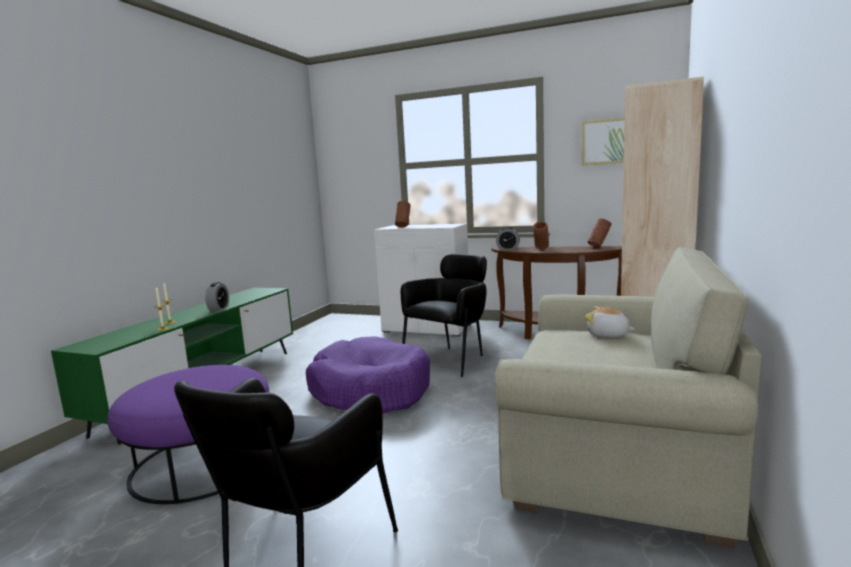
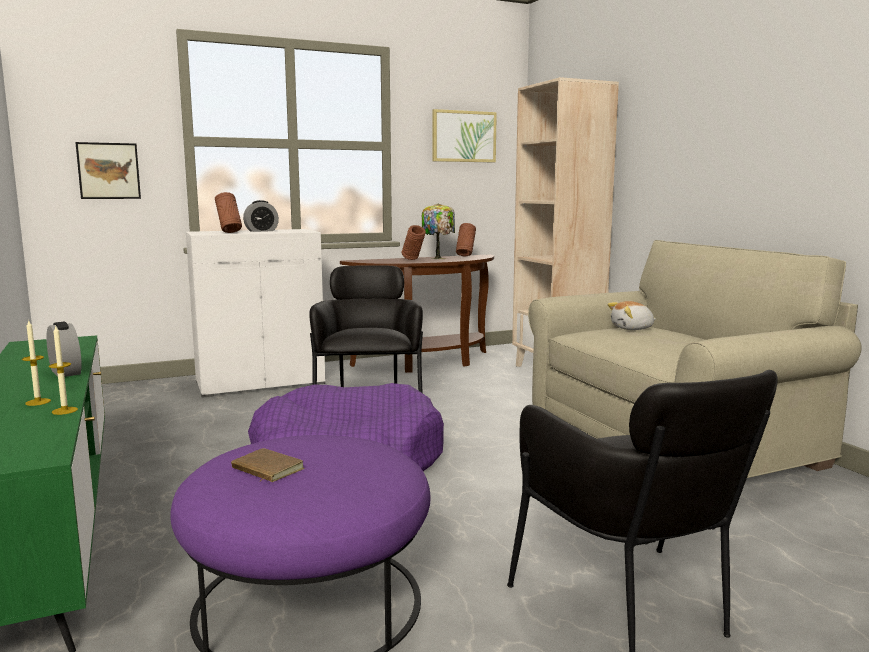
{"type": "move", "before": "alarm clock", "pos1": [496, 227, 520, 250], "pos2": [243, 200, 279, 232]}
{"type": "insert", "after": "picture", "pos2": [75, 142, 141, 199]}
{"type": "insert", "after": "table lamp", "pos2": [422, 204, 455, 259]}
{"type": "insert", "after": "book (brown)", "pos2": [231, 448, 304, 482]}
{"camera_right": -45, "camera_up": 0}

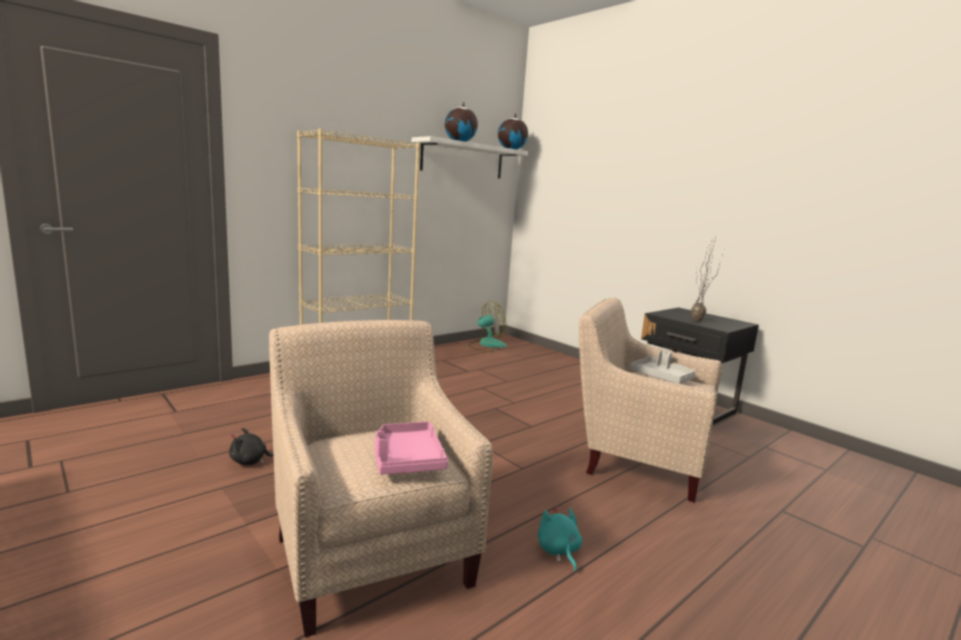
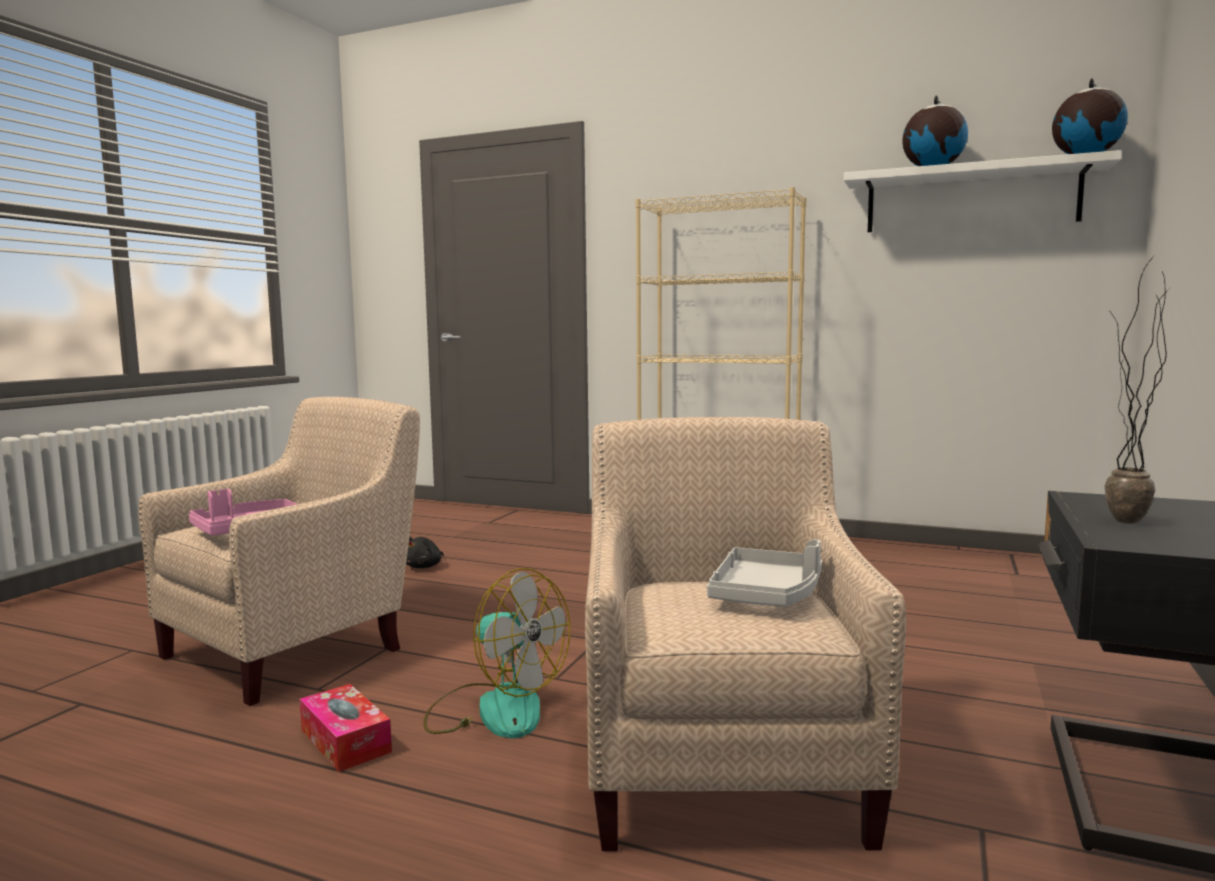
{"type": "move", "before": "fan", "pos1": [467, 301, 506, 352], "pos2": [423, 568, 570, 738]}
{"type": "rotate", "before": "plush toy (black)", "pos1": [229, 428, 274, 465], "pos2": [406, 537, 444, 568], "turn": -120}
{"type": "replace", "before": "plush toy (turquoise)", "after": "tissue box", "pos1": [538, 506, 582, 572], "pos2": [300, 684, 392, 772]}
{"camera_right": 65, "camera_up": -5}

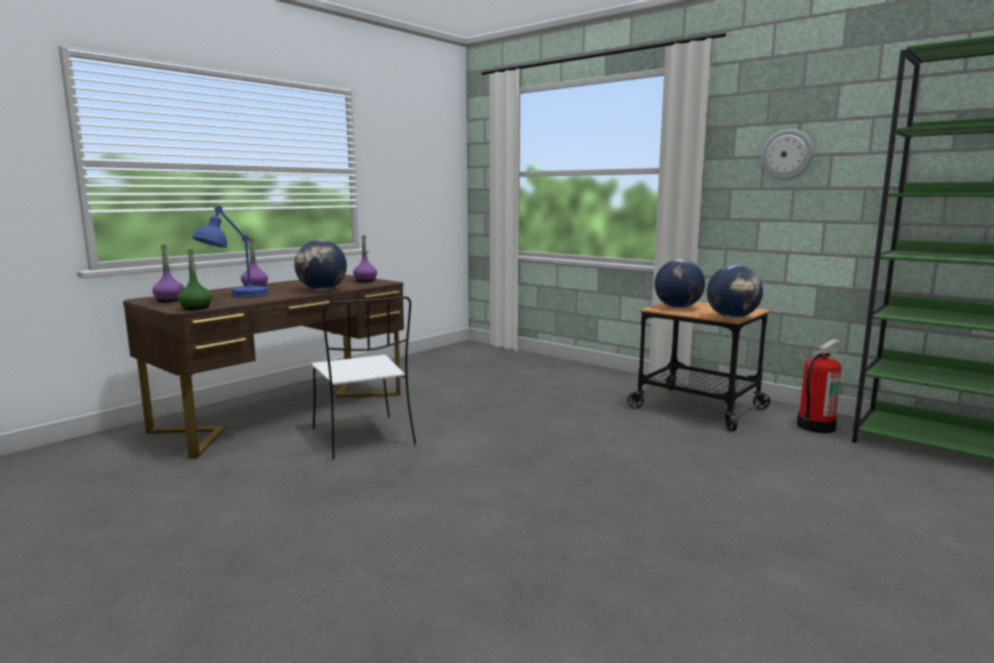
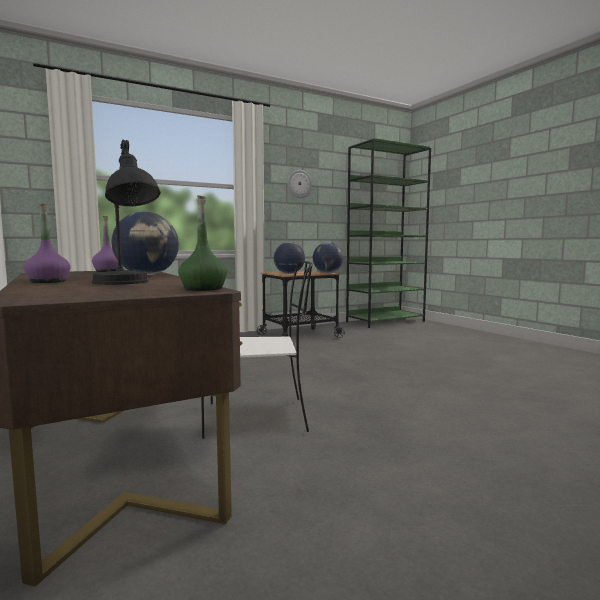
{"type": "recolor", "before": "table lamp (blue)", "after": "table lamp (black)", "pos1": [192, 206, 269, 298], "pos2": [92, 140, 160, 285]}
{"type": "delete", "before": "bottle (purple)", "pos1": [152, 245, 184, 302]}
{"type": "delete", "before": "fire extinguisher", "pos1": [797, 339, 841, 433]}
{"camera_right": -70, "camera_up": -5}

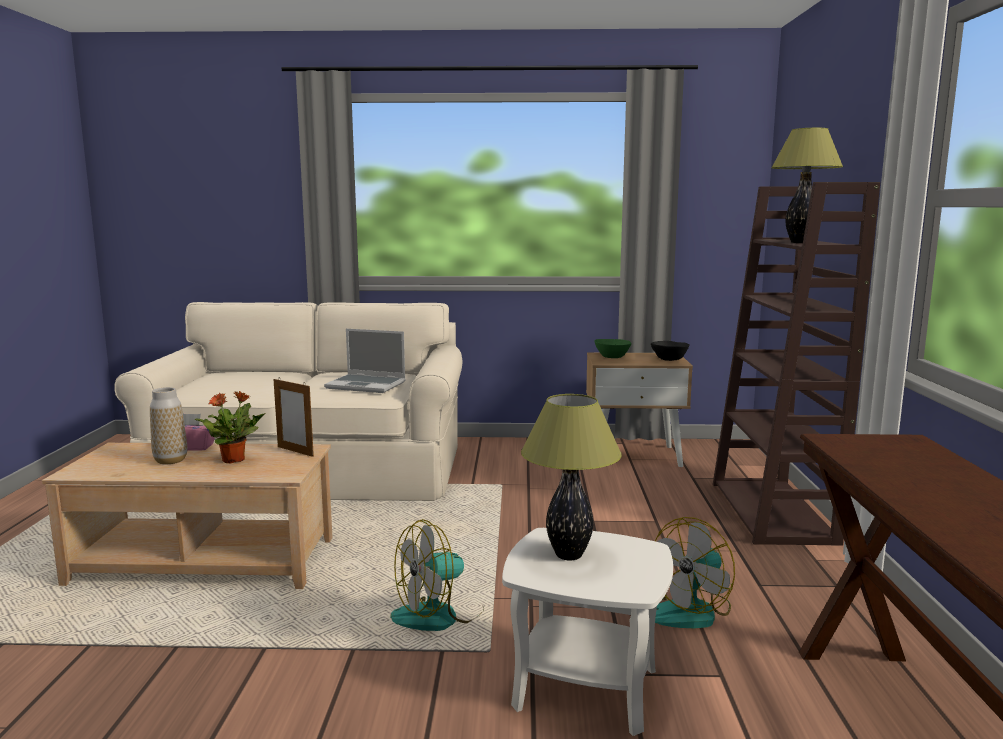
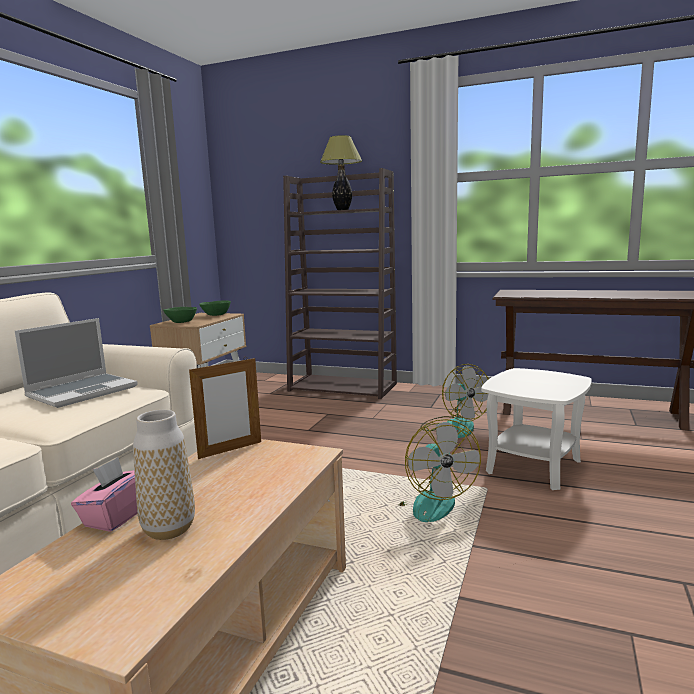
{"type": "recolor", "before": "bowl (black)", "after": "bowl (green)", "pos1": [651, 341, 690, 361], "pos2": [199, 300, 231, 316]}
{"type": "delete", "before": "potted plant", "pos1": [195, 391, 265, 464]}
{"type": "delete", "before": "table lamp", "pos1": [521, 394, 622, 560]}
{"camera_right": -70, "camera_up": 0}

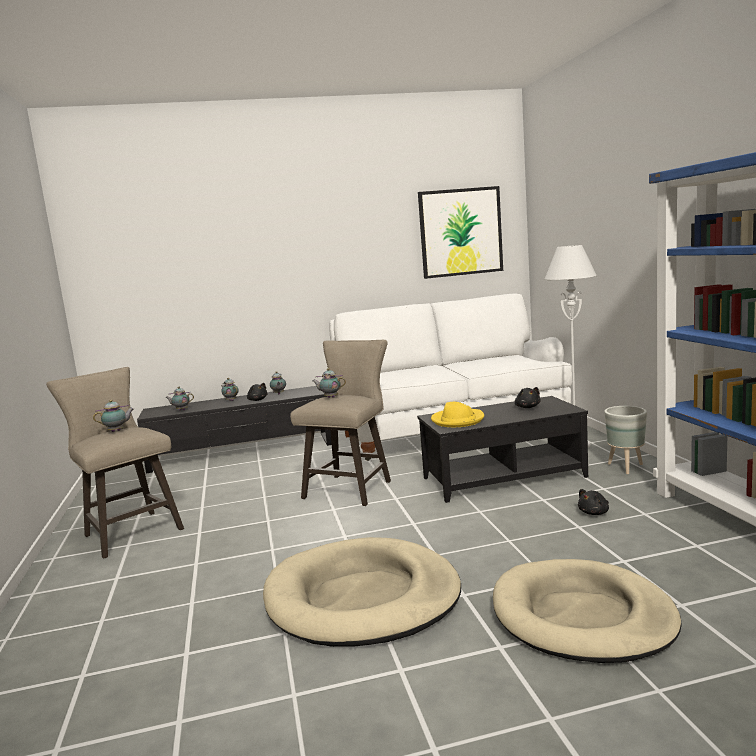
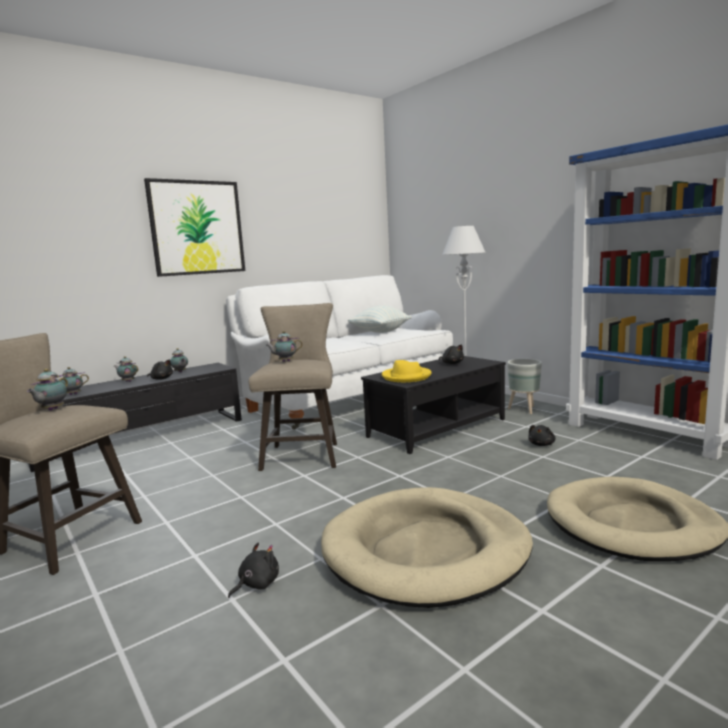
{"type": "move", "before": "picture", "pos1": [418, 186, 503, 279], "pos2": [144, 178, 245, 277]}
{"type": "rotate", "before": "teapot", "pos1": [93, 400, 134, 432], "pos2": [27, 369, 68, 411], "turn": 150}
{"type": "insert", "after": "pillow", "pos2": [348, 305, 412, 333]}
{"type": "insert", "after": "plush toy (black)", "pos2": [228, 542, 279, 598]}
{"camera_right": -25, "camera_up": 0}

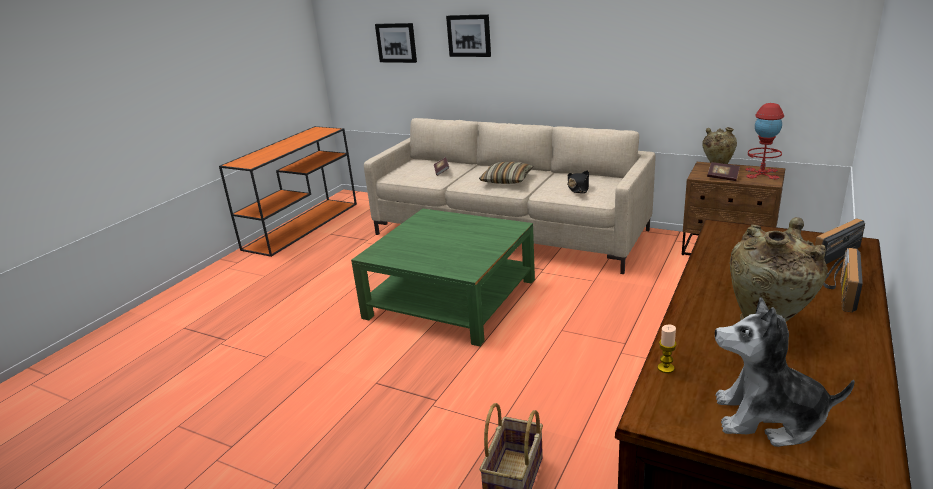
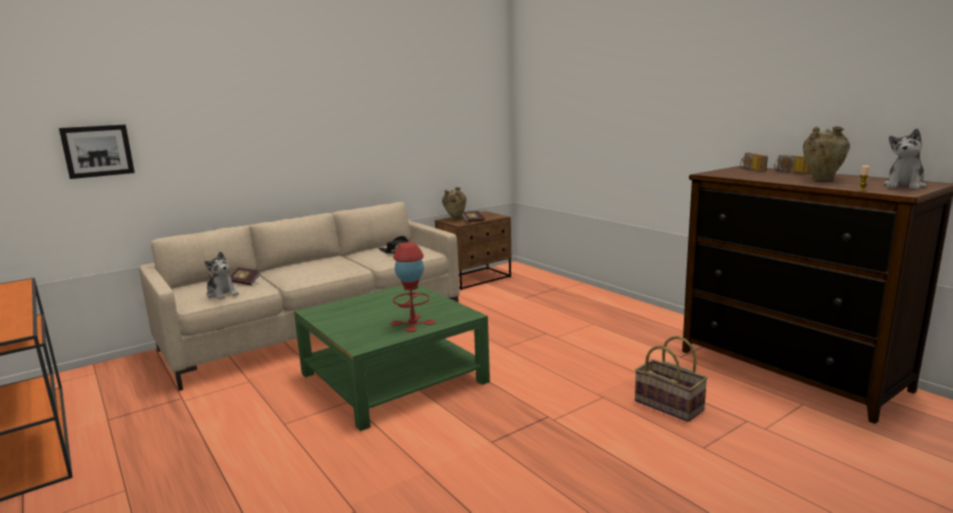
{"type": "delete", "before": "picture", "pos1": [446, 14, 491, 57]}
{"type": "move", "before": "table lamp (red)", "pos1": [745, 103, 784, 179], "pos2": [391, 242, 435, 332]}
{"type": "delete", "before": "pillow", "pos1": [479, 162, 533, 184]}
{"type": "insert", "after": "plush toy", "pos2": [204, 251, 239, 300]}
{"camera_right": -65, "camera_up": -10}

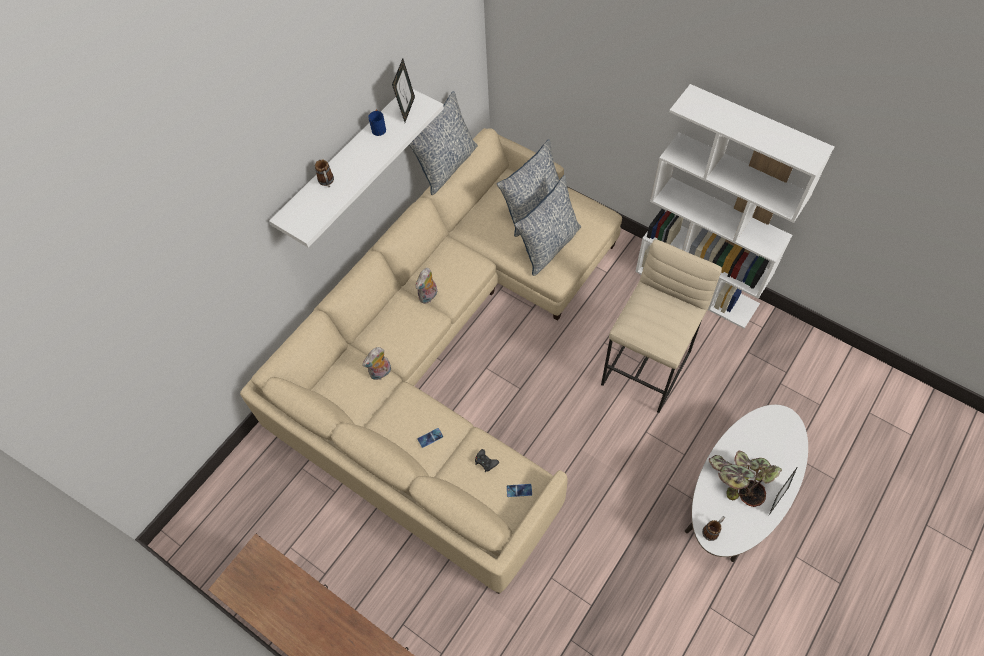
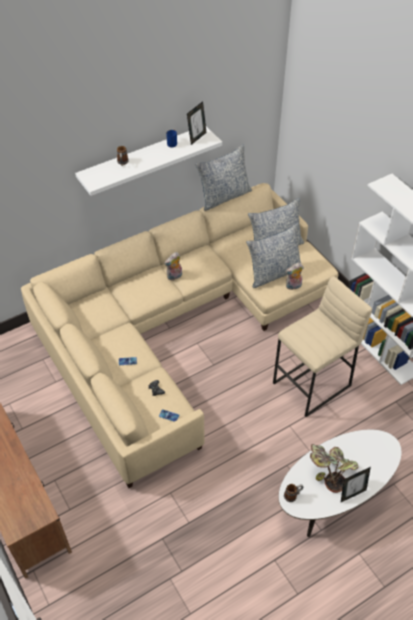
{"type": "move", "before": "plush toy", "pos1": [362, 347, 391, 380], "pos2": [285, 263, 303, 290]}
{"camera_right": 20, "camera_up": -10}

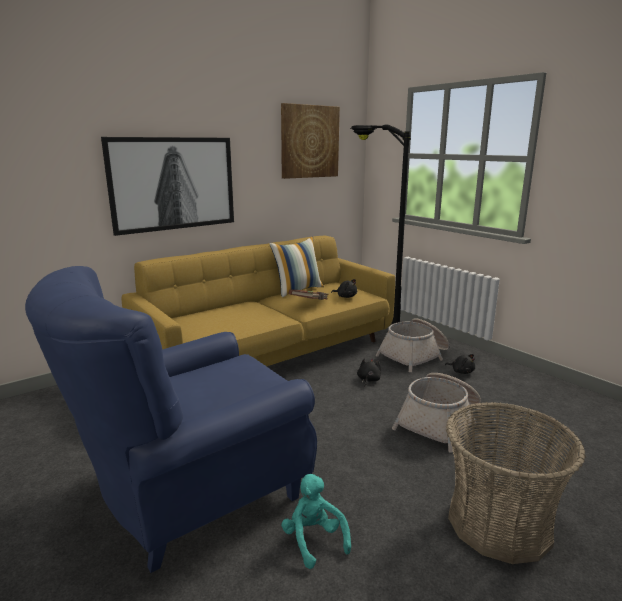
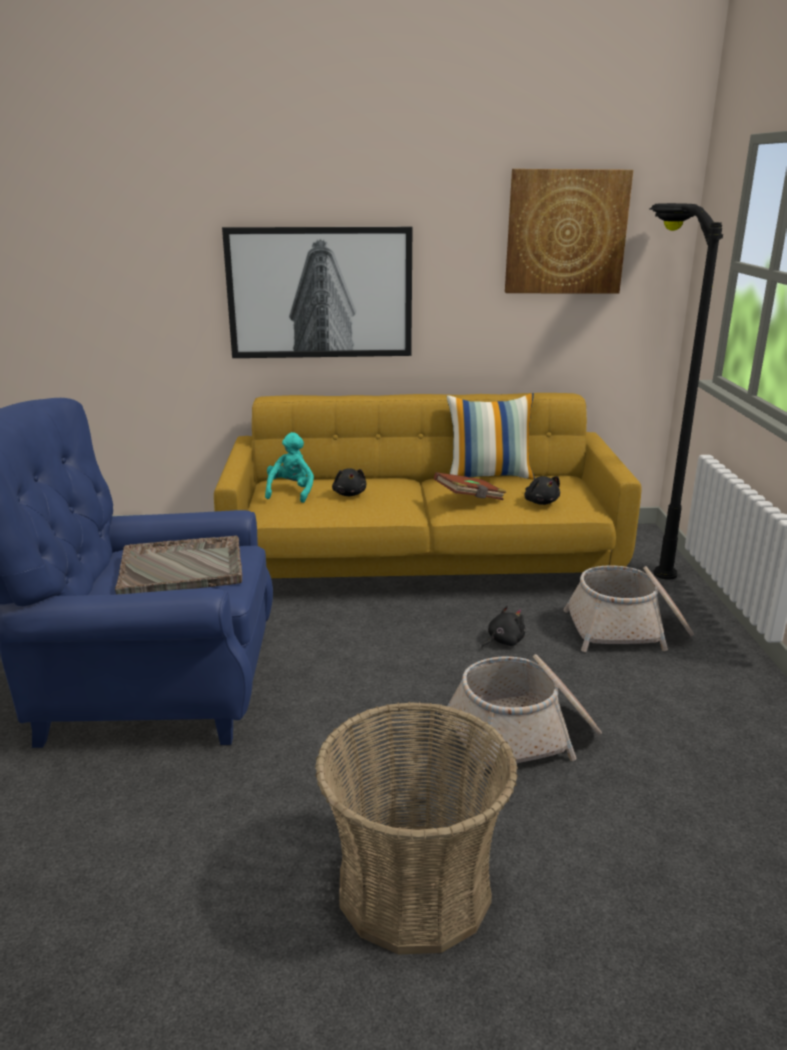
{"type": "move", "before": "plush toy (black)", "pos1": [445, 354, 475, 374], "pos2": [332, 468, 366, 496]}
{"type": "move", "before": "plush toy (turquoise)", "pos1": [281, 474, 351, 569], "pos2": [265, 432, 314, 503]}
{"type": "insert", "after": "tray (grey)", "pos2": [115, 535, 242, 594]}
{"camera_right": 35, "camera_up": 5}

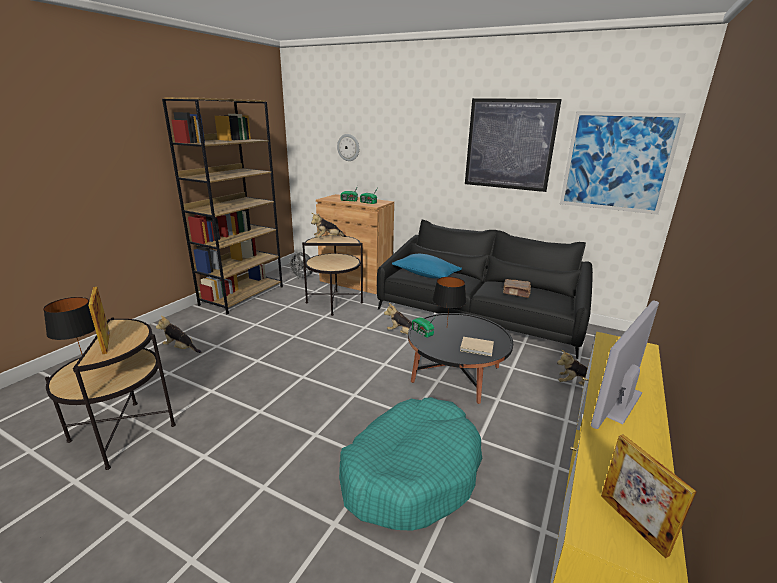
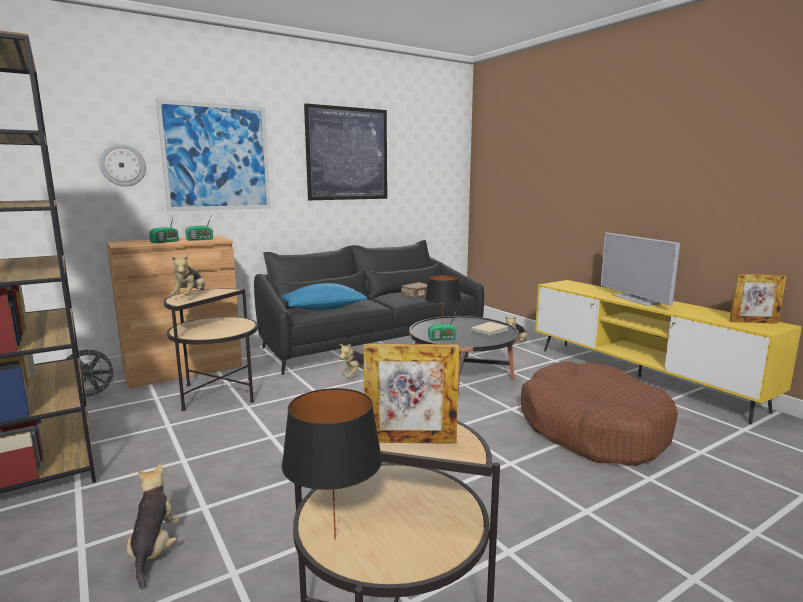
{"type": "move", "before": "picture", "pos1": [560, 111, 686, 215], "pos2": [156, 99, 271, 211]}
{"type": "rotate", "before": "plush toy", "pos1": [156, 316, 201, 353], "pos2": [127, 464, 179, 590], "turn": 120}
{"type": "recolor", "before": "dog bed (turquoise)", "after": "dog bed (brown)", "pos1": [339, 397, 482, 531], "pos2": [521, 361, 678, 466]}
{"camera_right": -60, "camera_up": -10}

